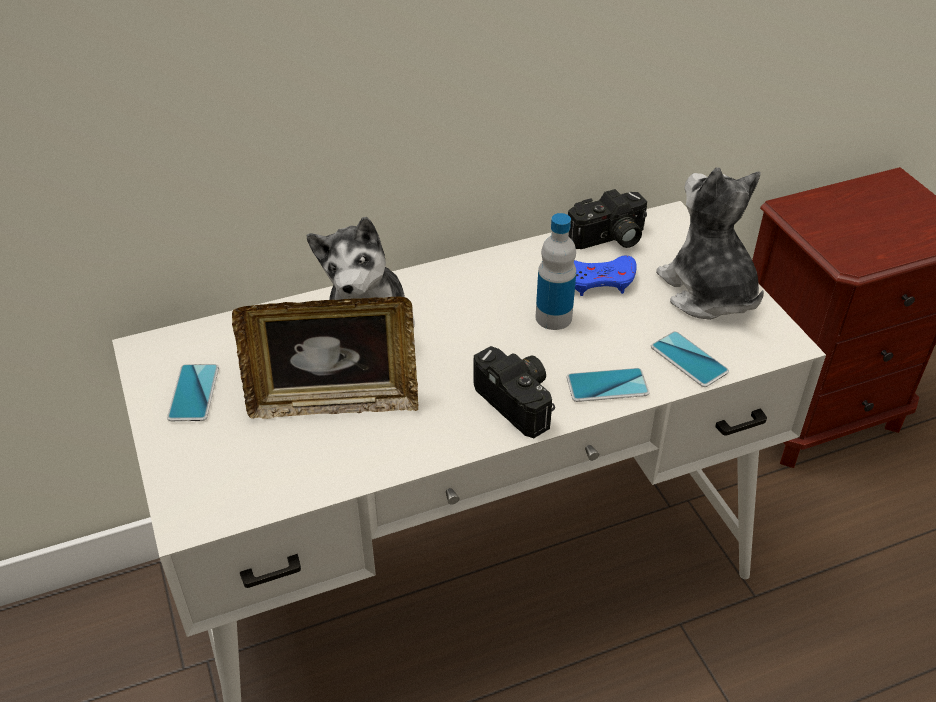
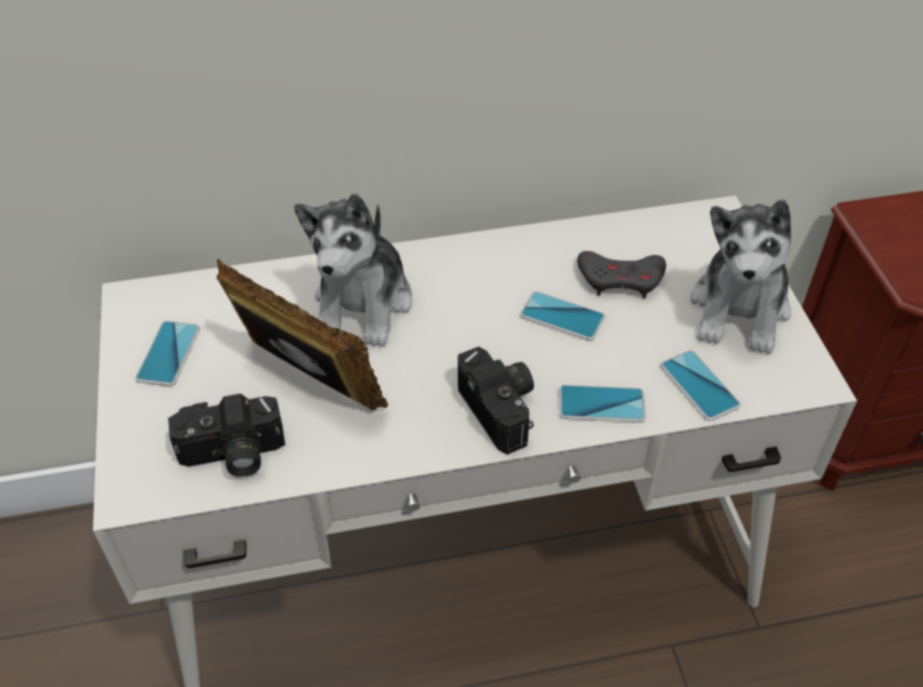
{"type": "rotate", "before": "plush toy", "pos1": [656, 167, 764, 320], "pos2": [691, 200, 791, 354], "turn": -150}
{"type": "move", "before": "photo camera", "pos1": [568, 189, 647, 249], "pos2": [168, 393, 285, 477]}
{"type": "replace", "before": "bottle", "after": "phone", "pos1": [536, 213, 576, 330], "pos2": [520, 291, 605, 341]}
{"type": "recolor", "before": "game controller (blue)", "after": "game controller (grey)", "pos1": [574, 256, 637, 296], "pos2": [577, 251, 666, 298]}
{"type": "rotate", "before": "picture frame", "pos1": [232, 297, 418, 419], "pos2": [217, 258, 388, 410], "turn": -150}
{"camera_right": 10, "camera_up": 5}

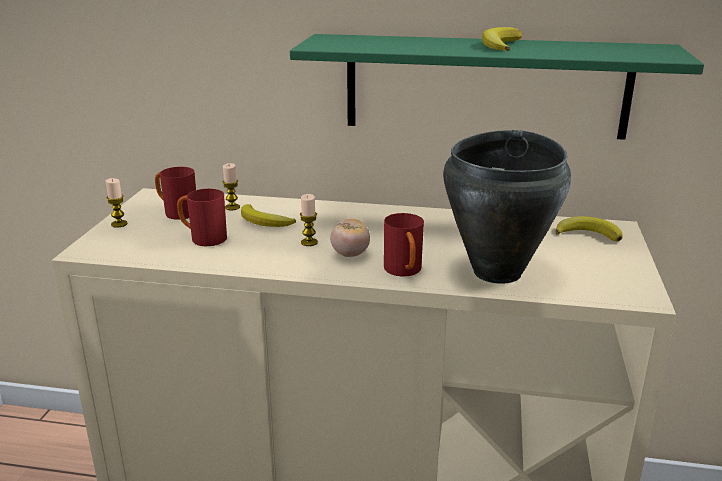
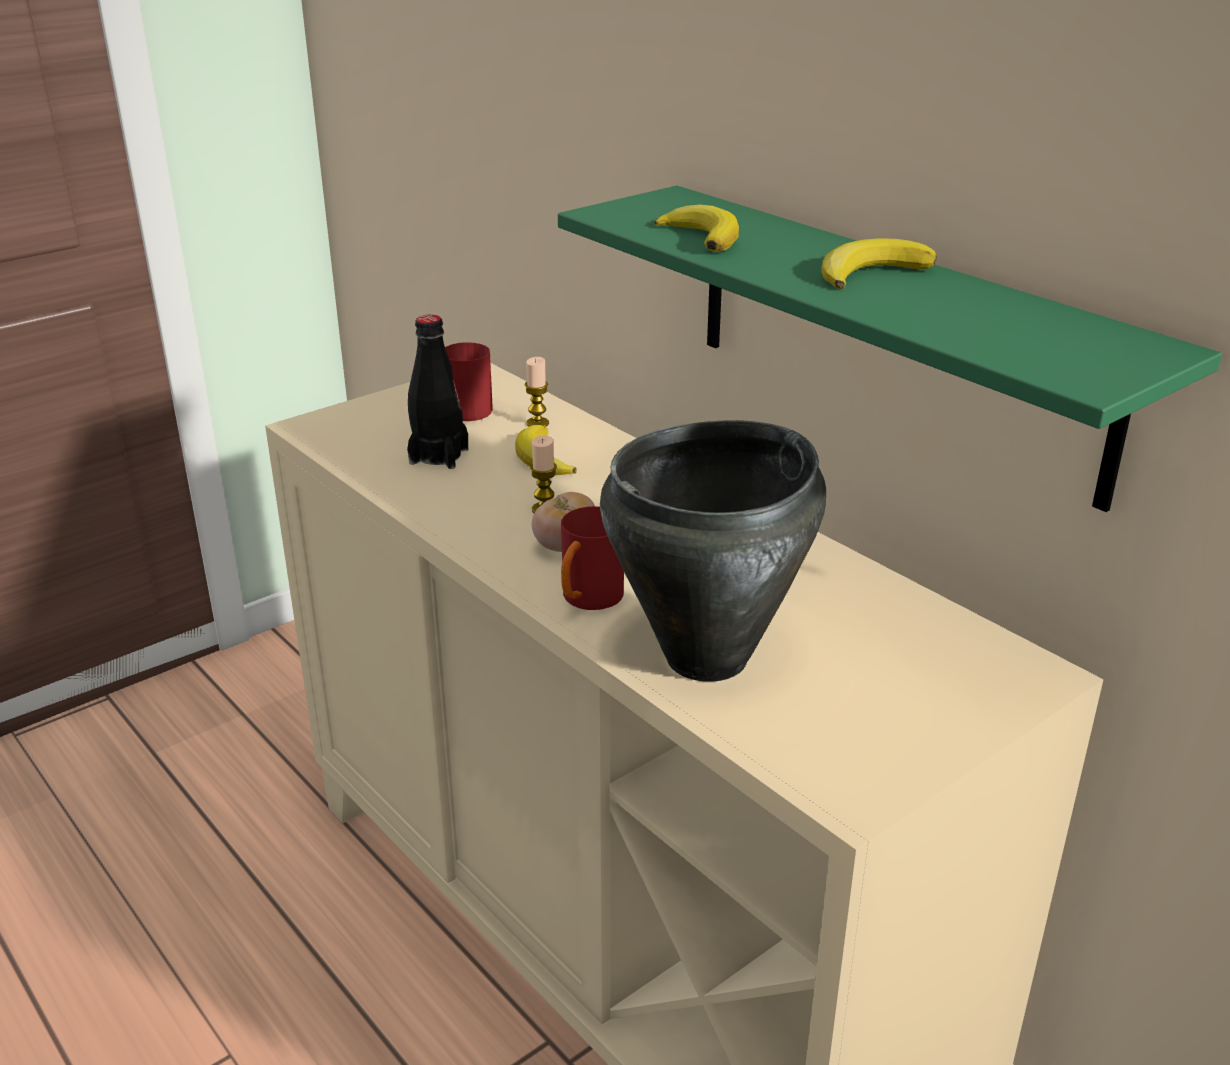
{"type": "delete", "before": "candle", "pos1": [106, 178, 128, 228]}
{"type": "replace", "before": "mug (red)", "after": "bottle (black)", "pos1": [177, 189, 227, 246], "pos2": [407, 315, 469, 469]}
{"type": "move", "before": "banana", "pos1": [555, 216, 623, 242], "pos2": [654, 205, 739, 252]}
{"camera_right": 40, "camera_up": 5}

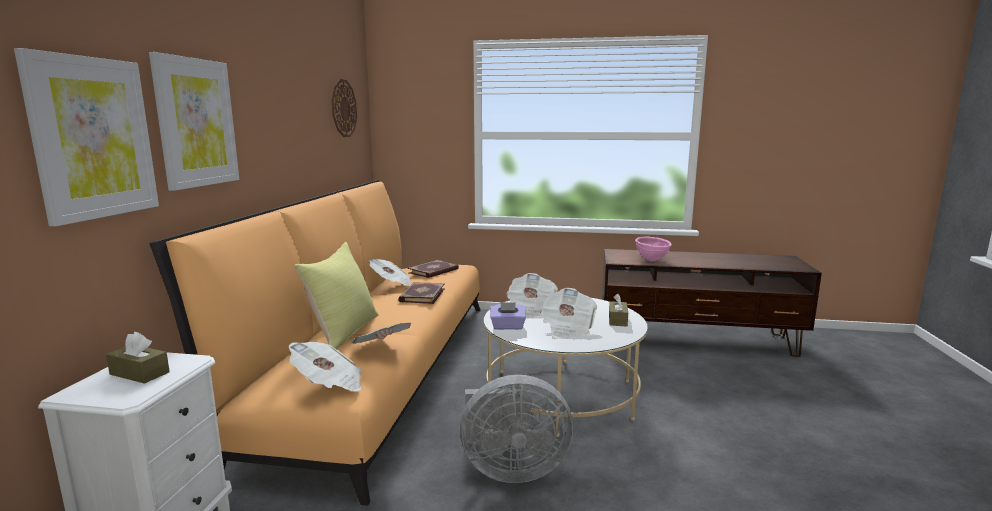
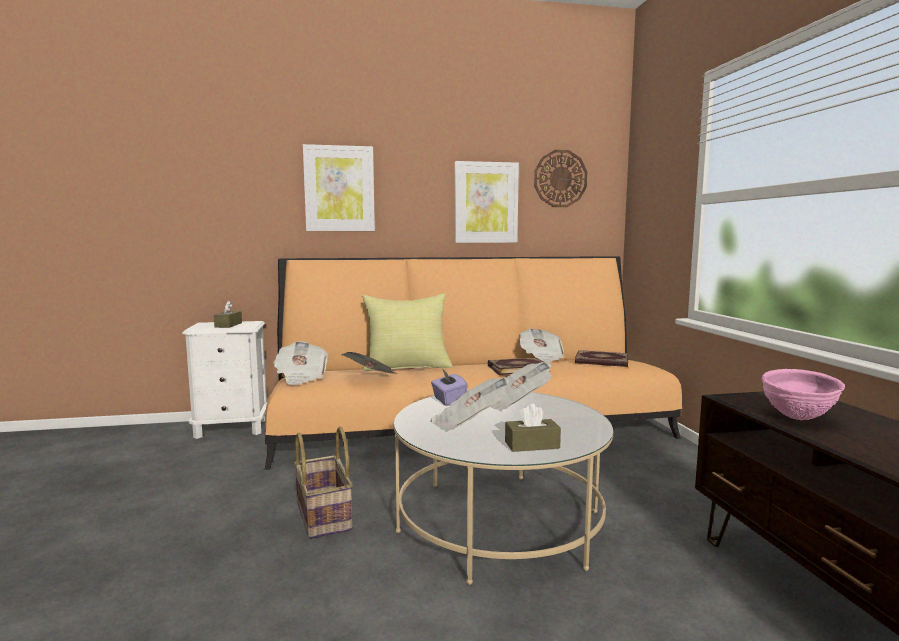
{"type": "move", "before": "picture", "pos1": [14, 48, 159, 226], "pos2": [455, 161, 519, 243]}
{"type": "replace", "before": "fan (grey)", "after": "basket", "pos1": [460, 375, 573, 483], "pos2": [294, 427, 353, 539]}
{"camera_right": 70, "camera_up": -5}

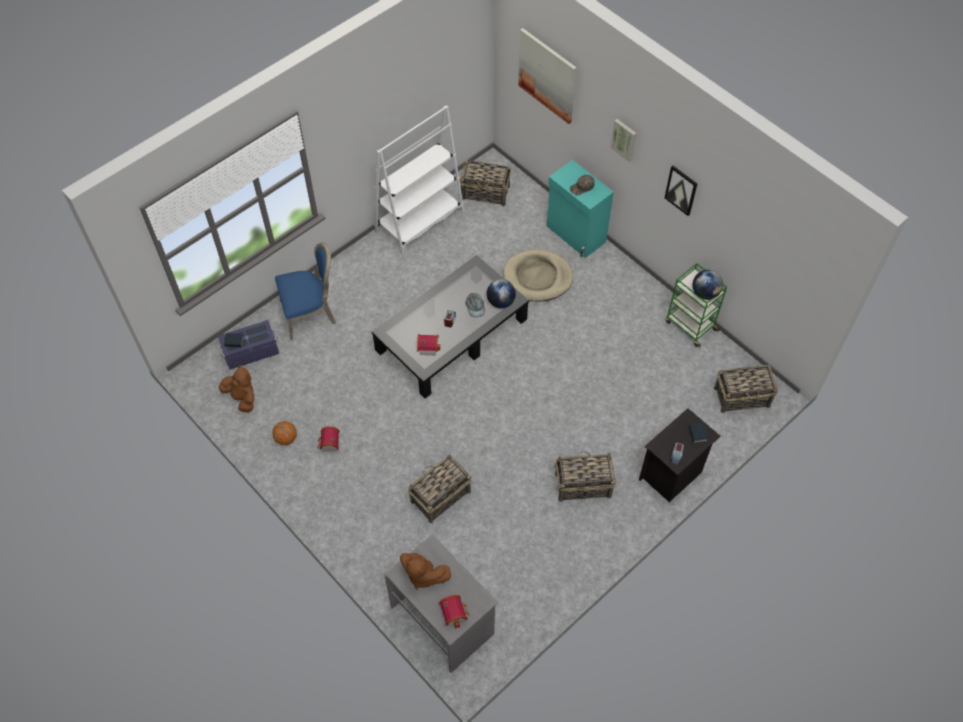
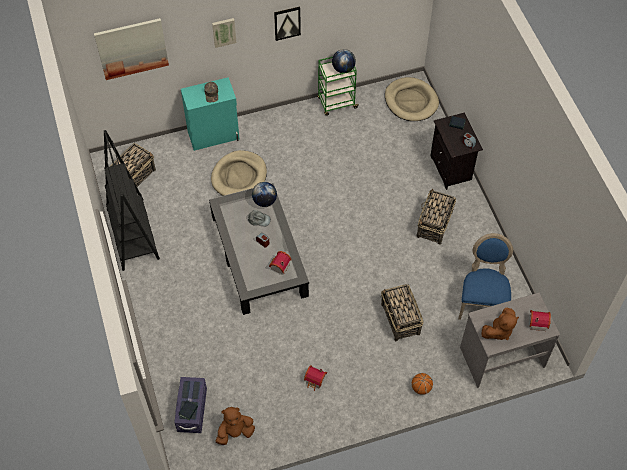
{"type": "recolor", "before": "bookcase (white)", "after": "bookcase (black)", "pos1": [374, 105, 464, 254], "pos2": [104, 130, 160, 271]}
{"type": "move", "before": "chair (blue)", "pos1": [275, 242, 336, 340], "pos2": [458, 233, 513, 320]}
{"type": "replace", "before": "basket", "after": "dog bed (beige)", "pos1": [714, 365, 778, 413], "pos2": [385, 77, 439, 121]}
{"type": "move", "before": "basketball", "pos1": [273, 421, 297, 445], "pos2": [412, 373, 433, 395]}
{"camera_right": -65, "camera_up": 0}

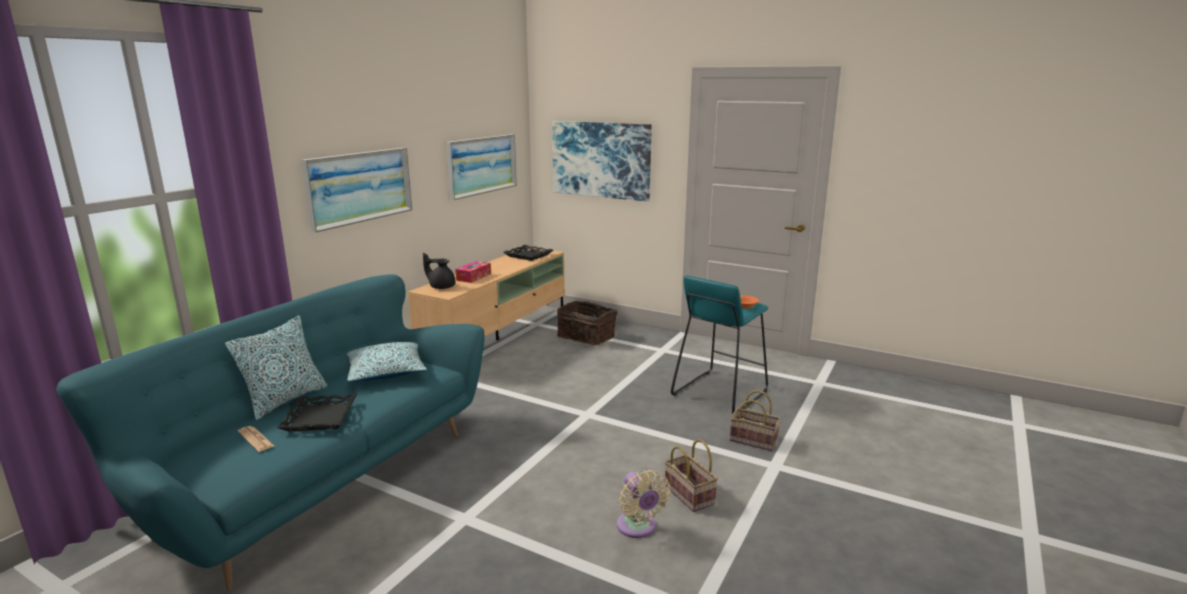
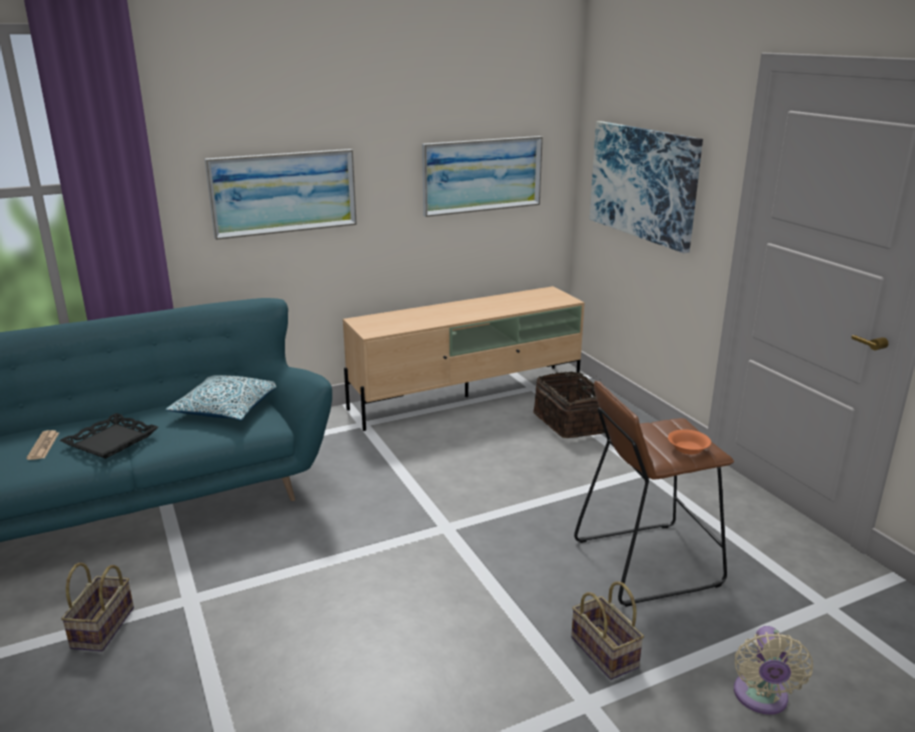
{"type": "delete", "before": "tray (black)", "pos1": [504, 245, 553, 261]}
{"type": "delete", "before": "teapot (black)", "pos1": [423, 253, 456, 289]}
{"type": "delete", "before": "tissue box", "pos1": [455, 261, 491, 283]}
{"type": "recolor", "before": "stool (turquoise)", "after": "stool (brown)", "pos1": [671, 275, 768, 414], "pos2": [574, 381, 734, 607]}
{"type": "delete", "before": "pillow", "pos1": [225, 315, 327, 420]}
{"type": "move", "before": "basket", "pos1": [665, 439, 718, 512], "pos2": [61, 563, 134, 651]}
{"type": "move", "before": "fan (beige)", "pos1": [617, 470, 671, 538], "pos2": [734, 626, 813, 715]}
{"camera_right": 35, "camera_up": 5}

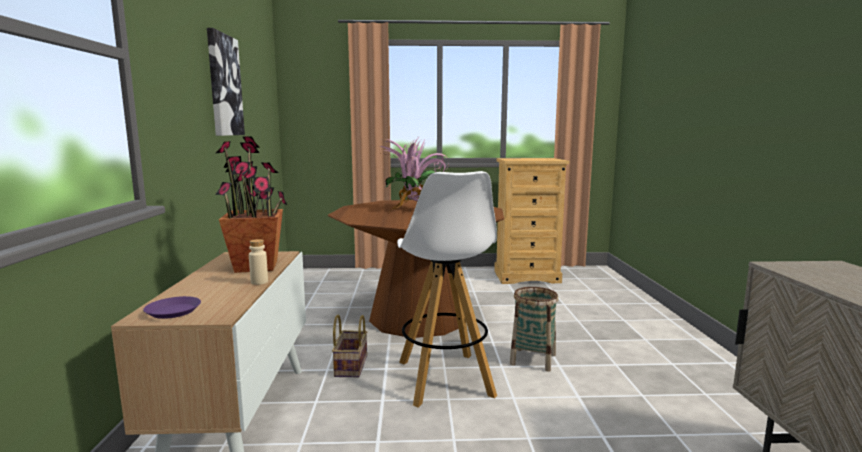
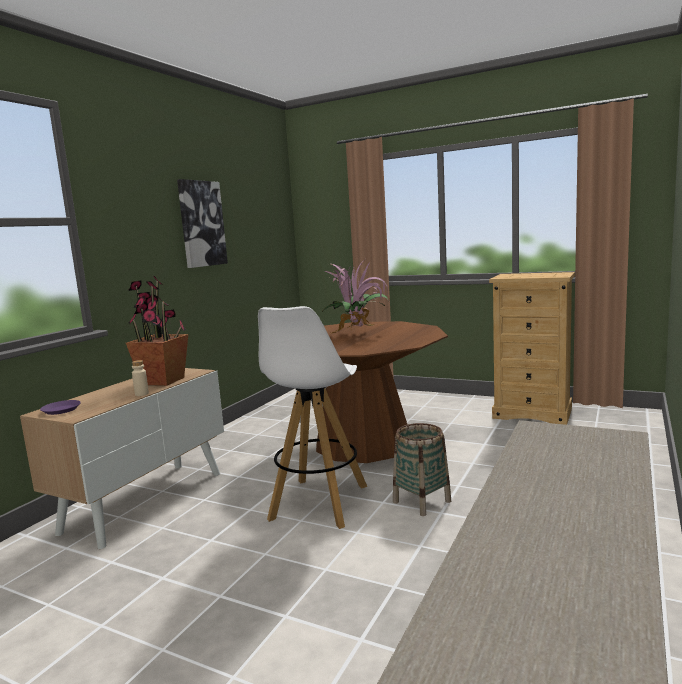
{"type": "delete", "before": "basket", "pos1": [332, 315, 367, 377]}
{"camera_right": 30, "camera_up": 0}

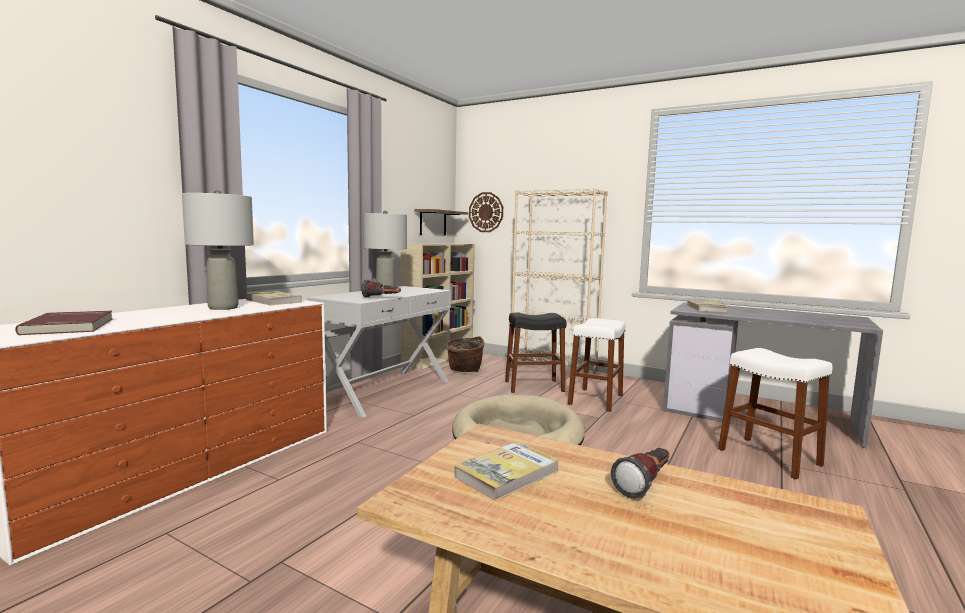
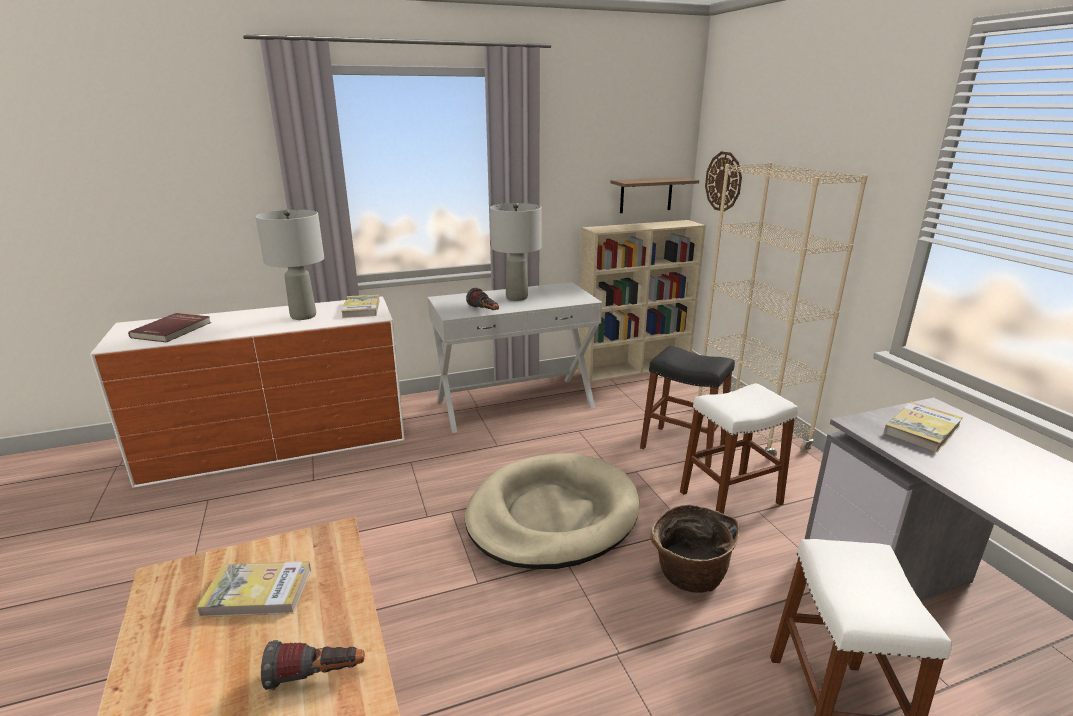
{"type": "move", "before": "basket", "pos1": [446, 336, 485, 372], "pos2": [650, 505, 740, 593]}
{"camera_right": 40, "camera_up": 15}

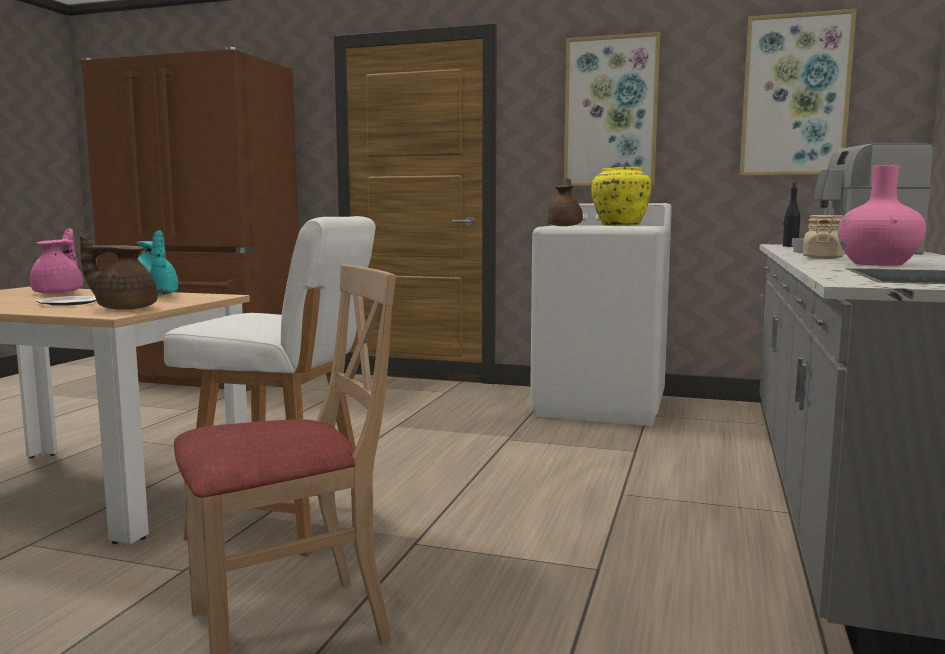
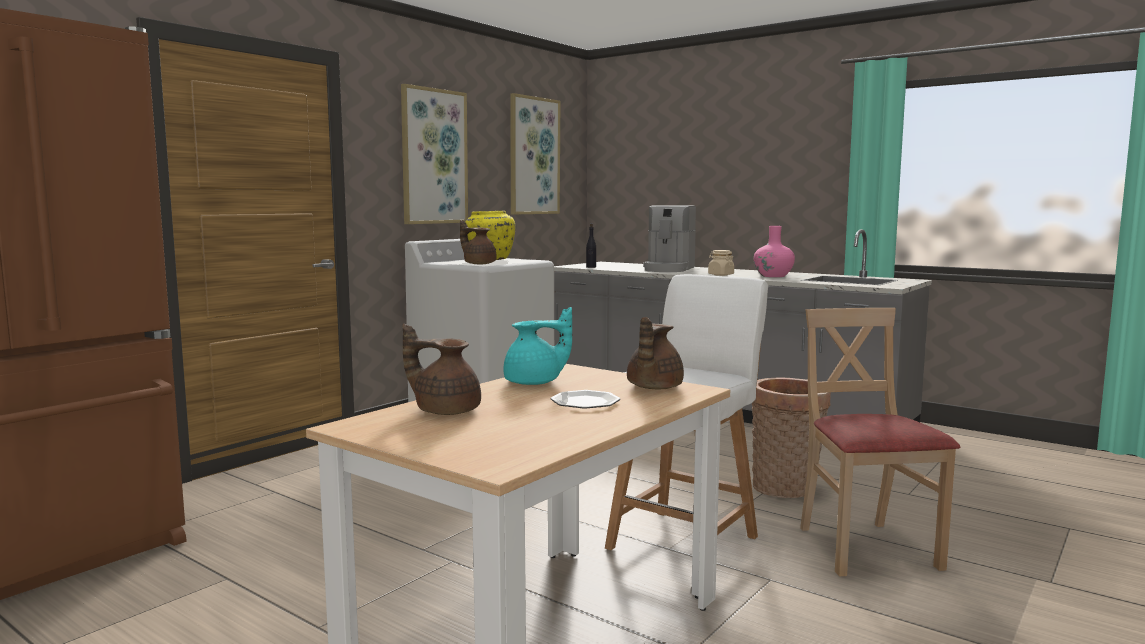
{"type": "recolor", "before": "teapot (pink)", "after": "teapot (brown)", "pos1": [30, 228, 83, 294], "pos2": [403, 324, 481, 415]}
{"type": "insert", "after": "basket", "pos2": [752, 378, 831, 498]}
{"camera_right": -70, "camera_up": 0}

